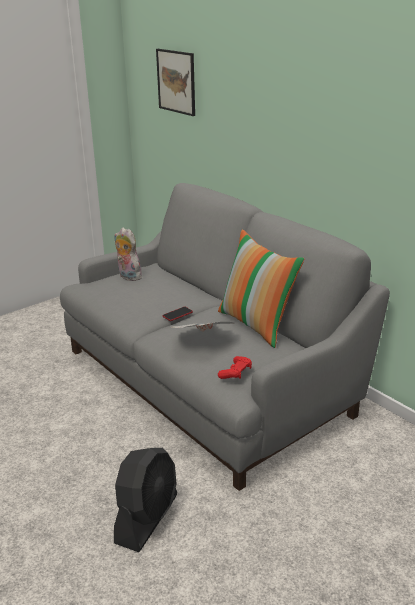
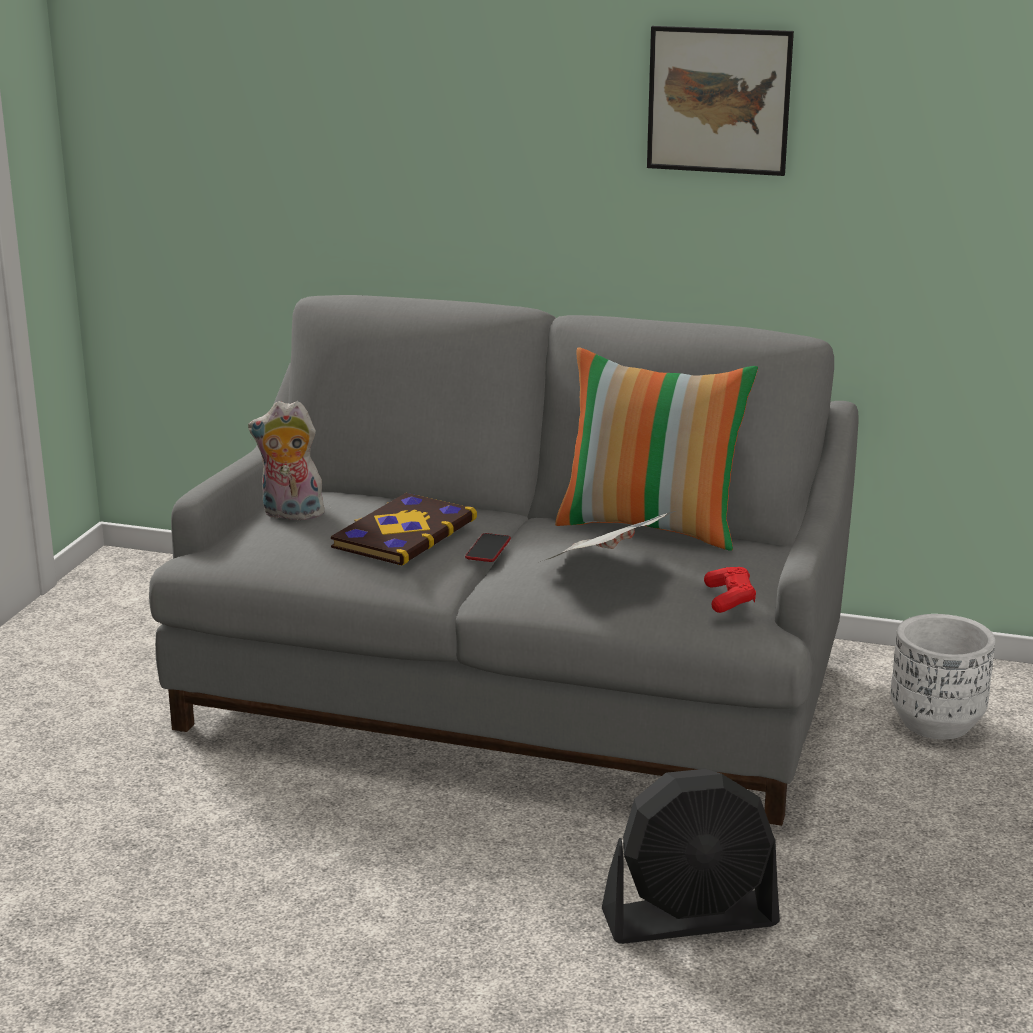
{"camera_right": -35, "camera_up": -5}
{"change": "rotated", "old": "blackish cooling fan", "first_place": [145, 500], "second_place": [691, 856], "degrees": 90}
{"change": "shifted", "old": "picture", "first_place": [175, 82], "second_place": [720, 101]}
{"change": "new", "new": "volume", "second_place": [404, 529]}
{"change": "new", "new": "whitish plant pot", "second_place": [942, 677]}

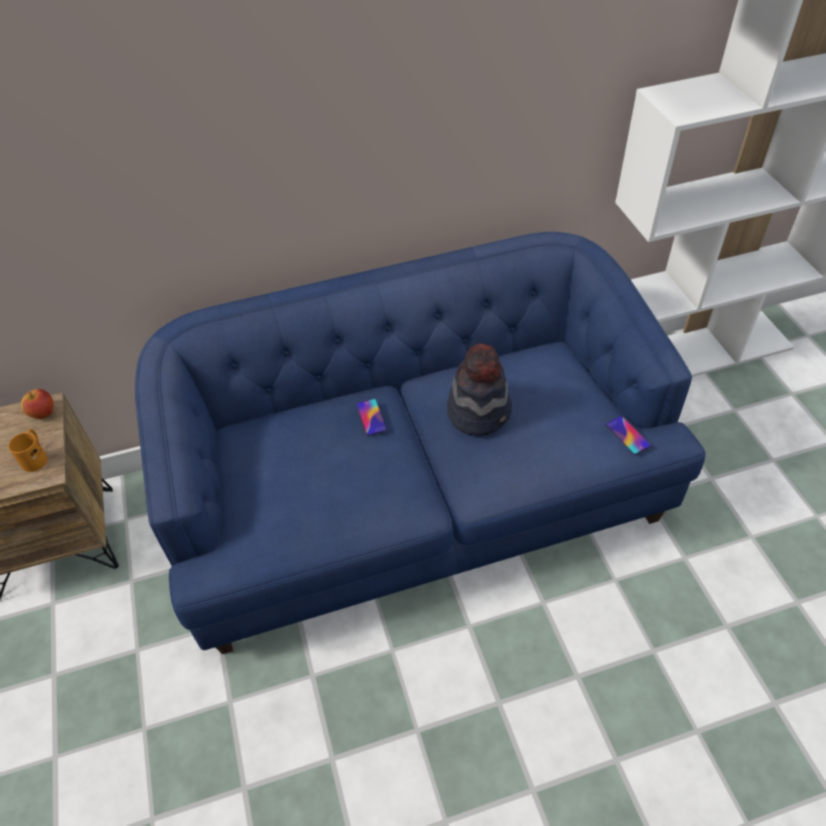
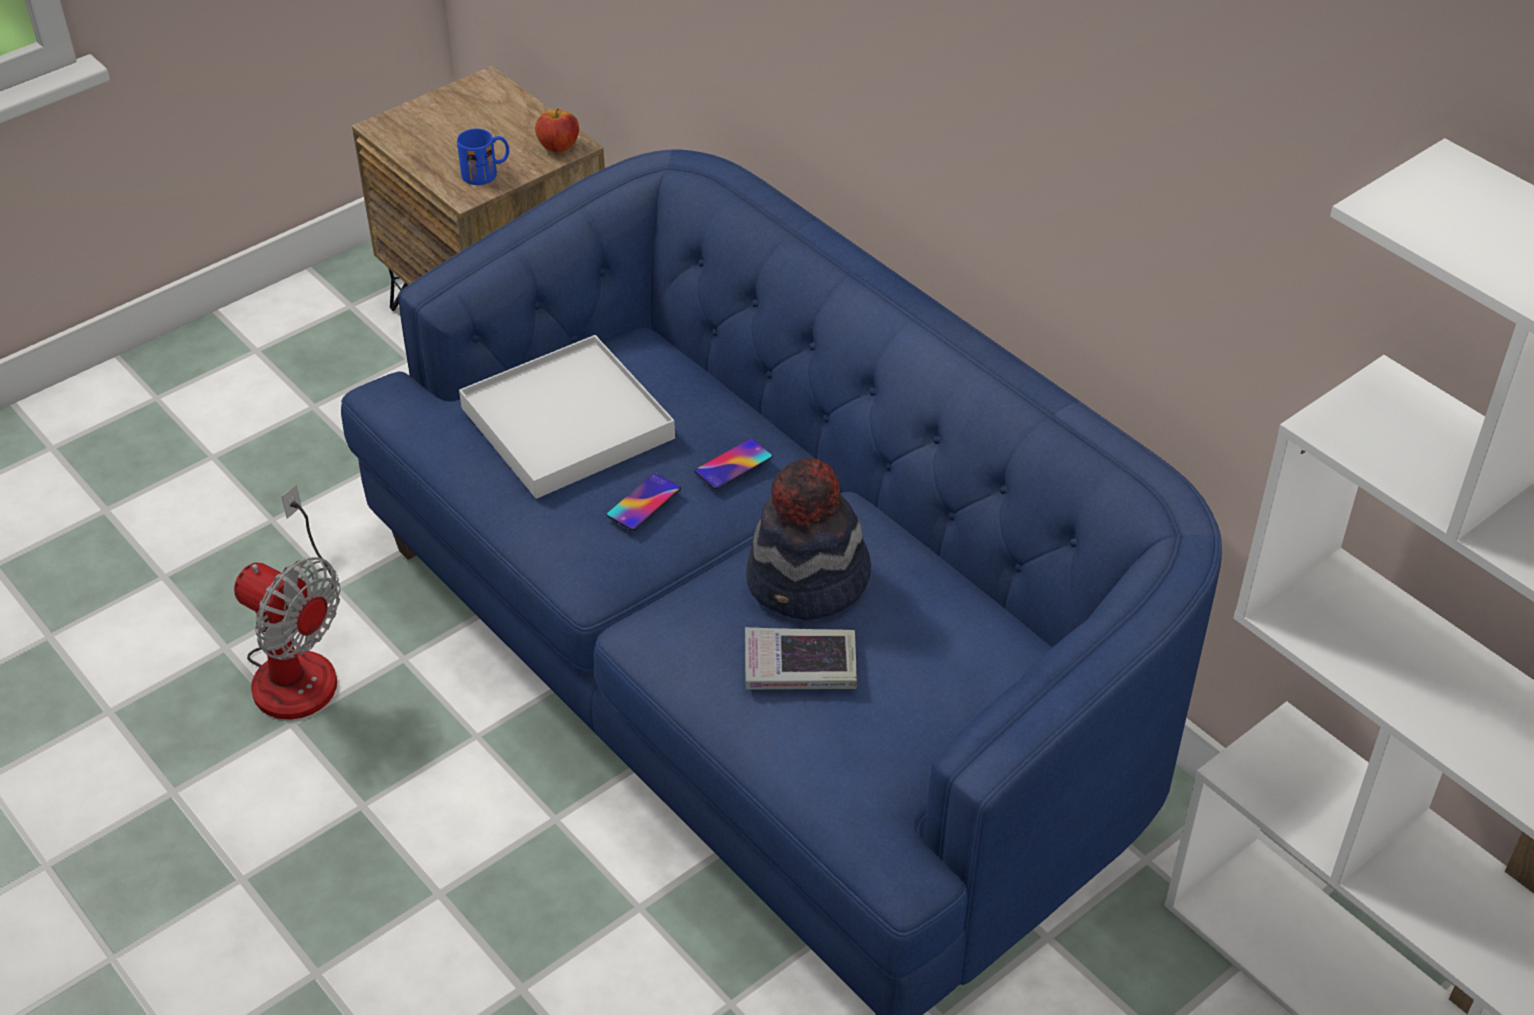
{"camera_right": 65, "camera_up": -5}
{"change": "repainted", "old": "orange-coloured coffee mug", "new": "bluish coffee mug", "first_place": [28, 450], "second_place": [483, 157]}
{"change": "shifted", "old": "phone", "first_place": [628, 435], "second_place": [643, 502]}
{"change": "new", "new": "cooling fan", "second_place": [287, 601]}
{"change": "new", "new": "whitish tray", "second_place": [567, 417]}
{"change": "new", "new": "volume", "second_place": [801, 658]}

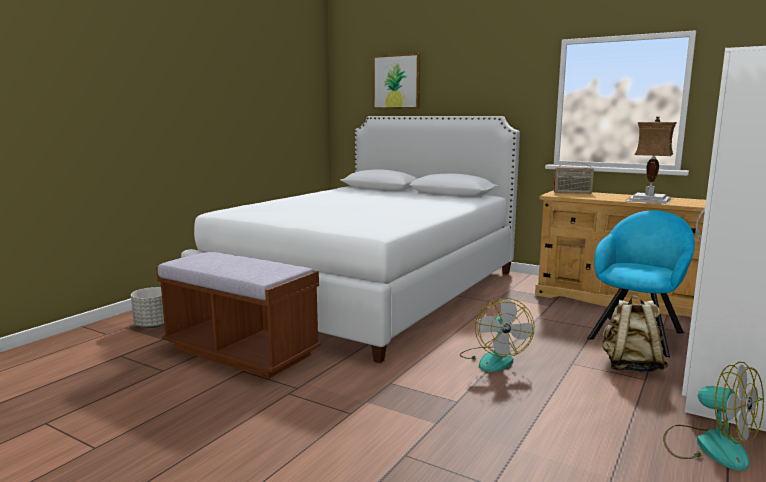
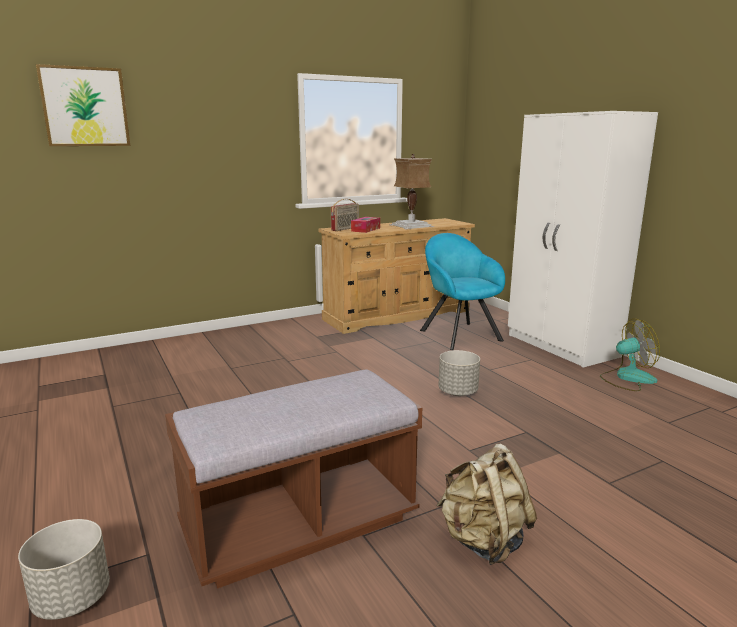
{"camera_right": -60, "camera_up": 5}
{"change": "gone", "old": "whitish sleeping bed", "first_place": [350, 239]}
{"change": "swapped", "old": "cooling fan", "new": "greyish plant pot", "first_place": [497, 335], "second_place": [459, 373]}
{"change": "shifted", "old": "beige rucksack", "first_place": [635, 334], "second_place": [486, 504]}
{"change": "new", "new": "tissue holder", "second_place": [365, 225]}

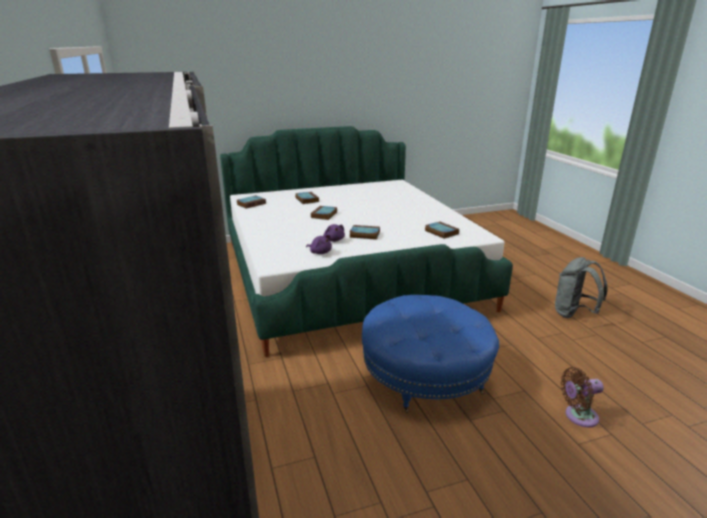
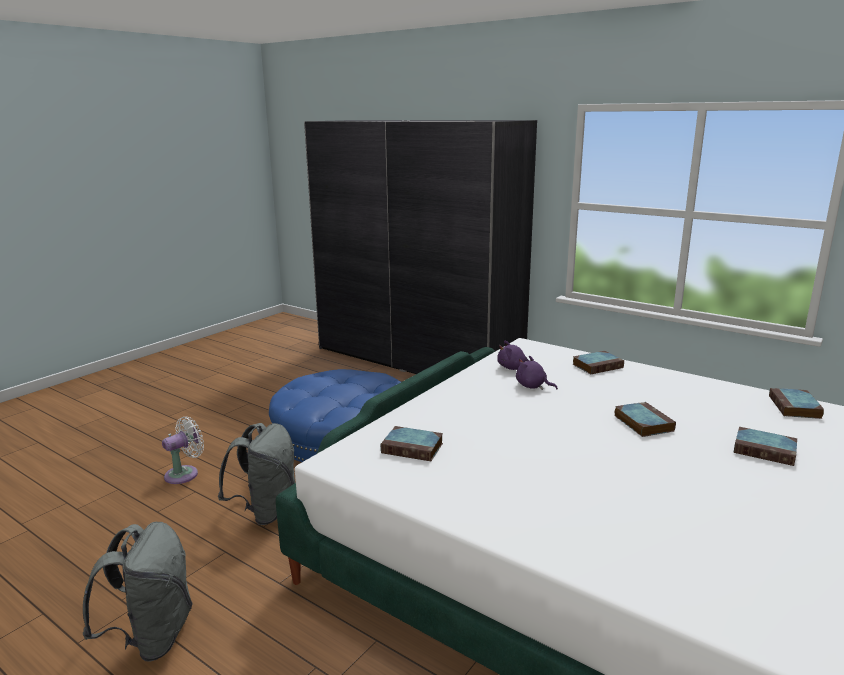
{"camera_right": 145, "camera_up": -5}
{"change": "shifted", "old": "volume", "first_place": [364, 232], "second_place": [598, 363]}
{"change": "repainted", "old": "brown-coloured cooling fan", "new": "whitish cooling fan", "first_place": [582, 397], "second_place": [183, 450]}
{"change": "new", "new": "greyish rucksack", "second_place": [256, 474]}

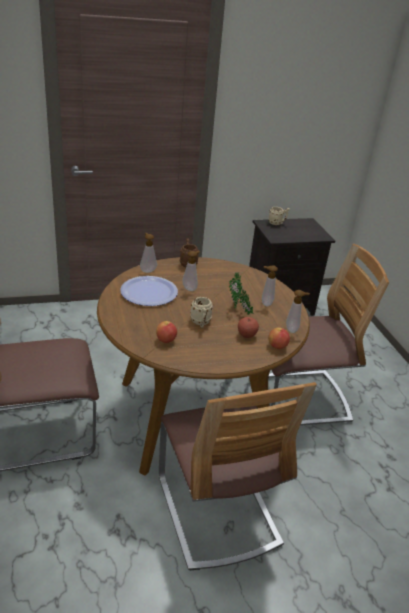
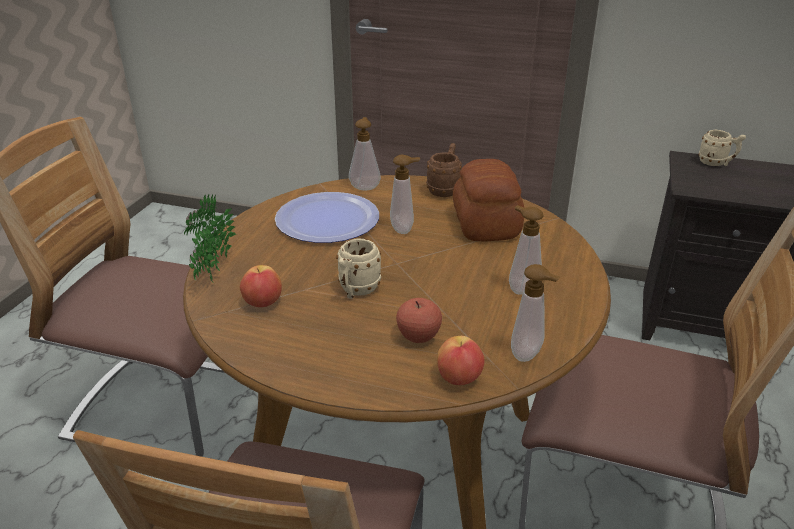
{"camera_right": 35, "camera_up": 0}
{"change": "shifted", "old": "potted plant", "first_place": [241, 293], "second_place": [210, 238]}
{"change": "new", "new": "bakery bread", "second_place": [488, 200]}

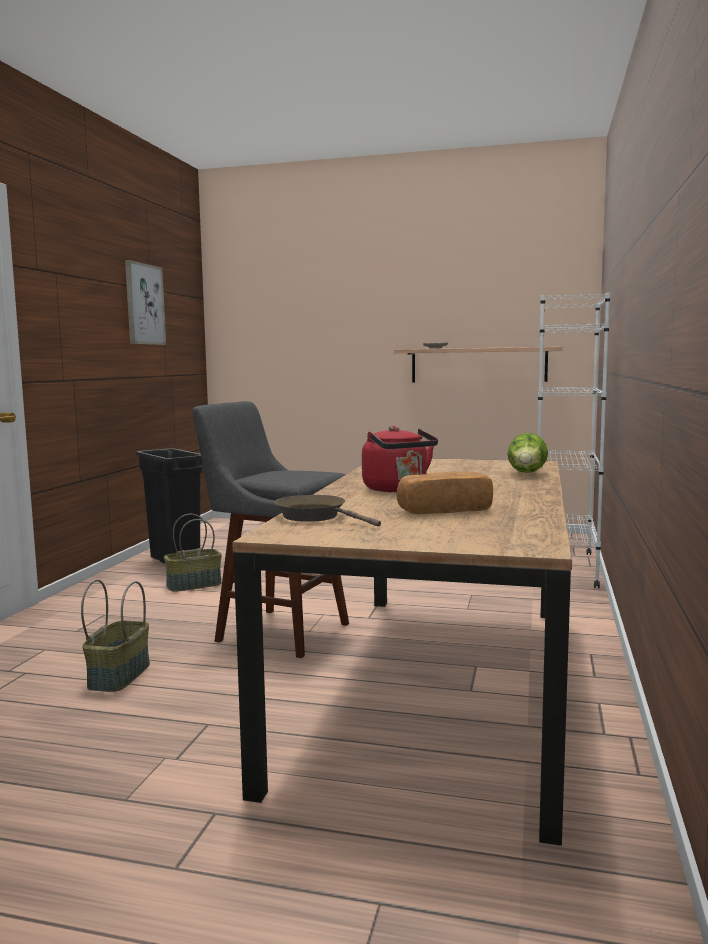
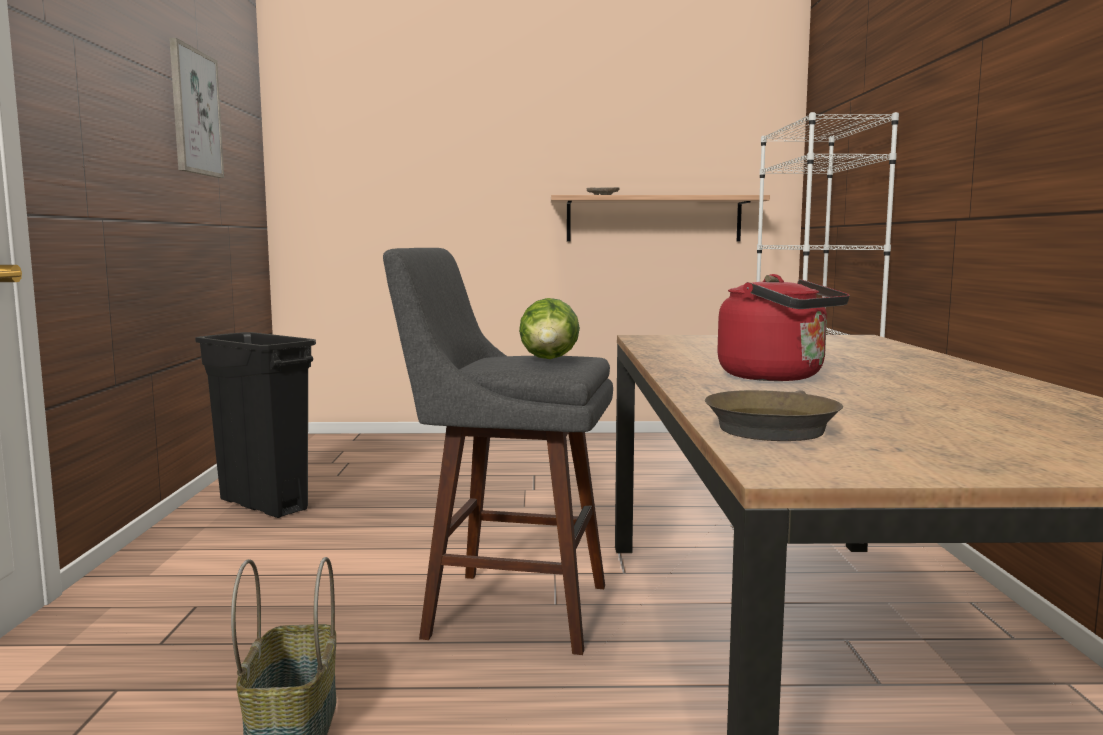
{"camera_right": -15, "camera_up": 0}
{"change": "gone", "old": "household basket", "first_place": [193, 553]}
{"change": "rotated", "old": "brown-coloured skillet", "first_place": [328, 511], "second_place": [774, 415], "degrees": -90}
{"change": "gone", "old": "bakery bread", "first_place": [445, 493]}
{"change": "shifted", "old": "head of lettuce", "first_place": [527, 453], "second_place": [549, 328]}

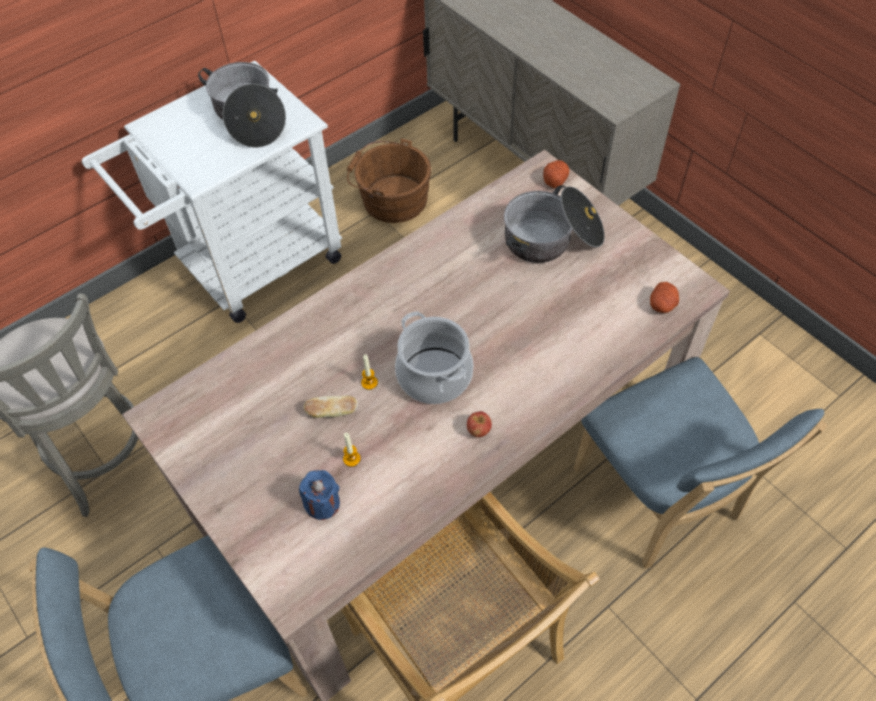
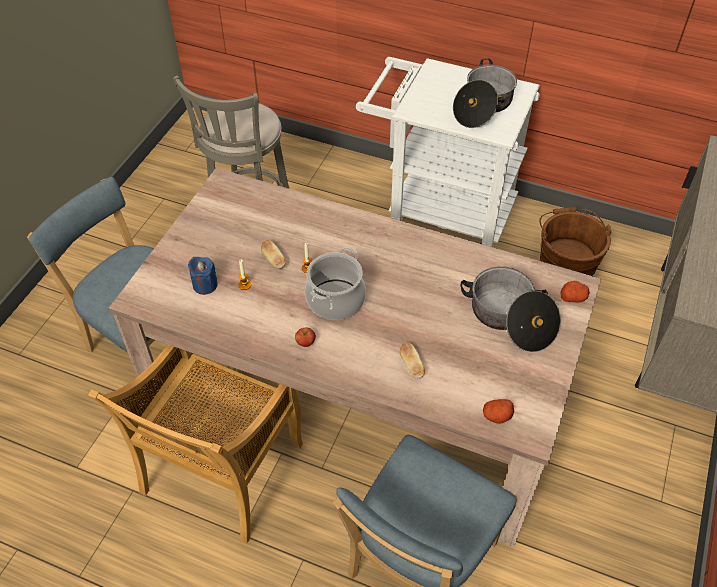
{"camera_right": 60, "camera_up": -5}
{"change": "new", "new": "bakery bread", "second_place": [412, 360]}

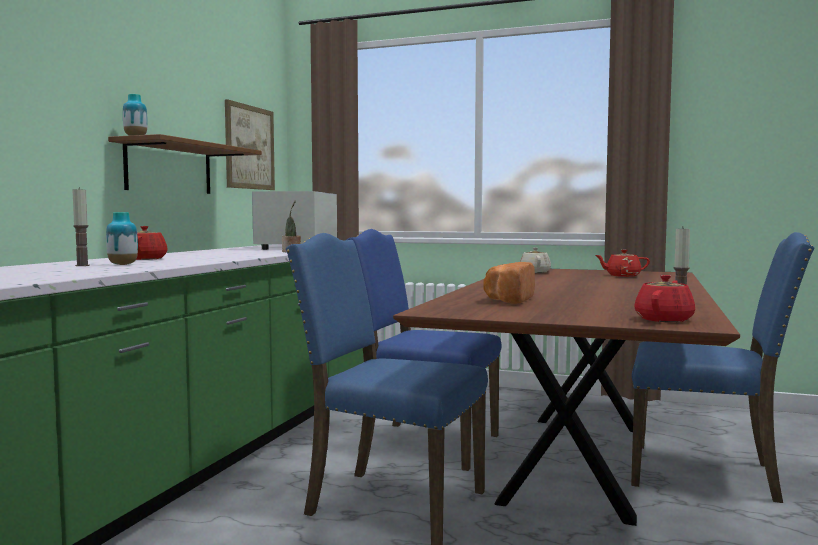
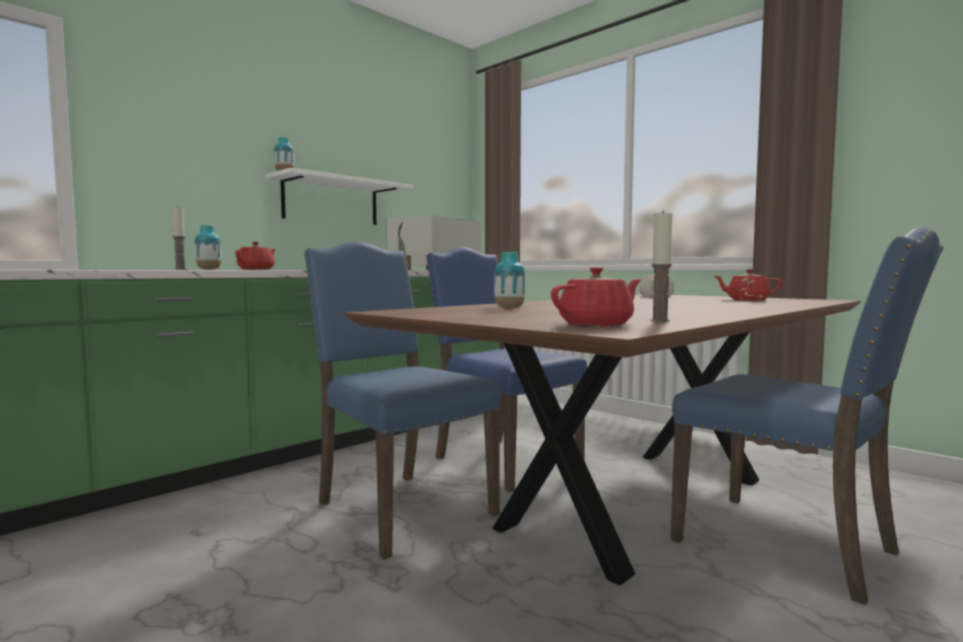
{"camera_right": 25, "camera_up": 0}
{"change": "repainted", "old": "brown-coloured bracket shelf", "new": "whitish bracket shelf", "first_place": [185, 164], "second_place": [339, 196]}
{"change": "gone", "old": "picture", "first_place": [250, 144]}
{"change": "swapped", "old": "bakery bread", "new": "vase", "first_place": [509, 283], "second_place": [509, 280]}

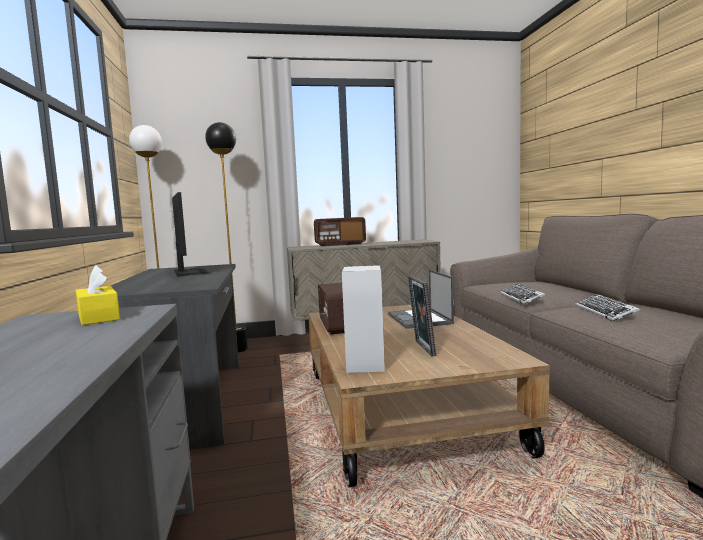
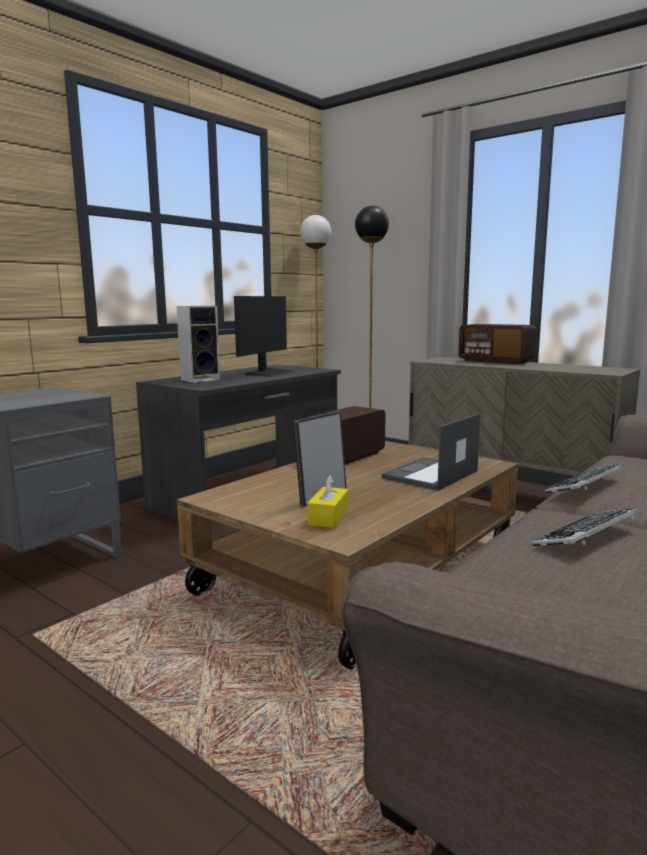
{"camera_right": 50, "camera_up": 5}
{"change": "shifted", "old": "yellow-coloured tissue holder", "first_place": [98, 295], "second_place": [327, 501]}
{"change": "shifted", "old": "speaker", "first_place": [363, 319], "second_place": [198, 344]}

